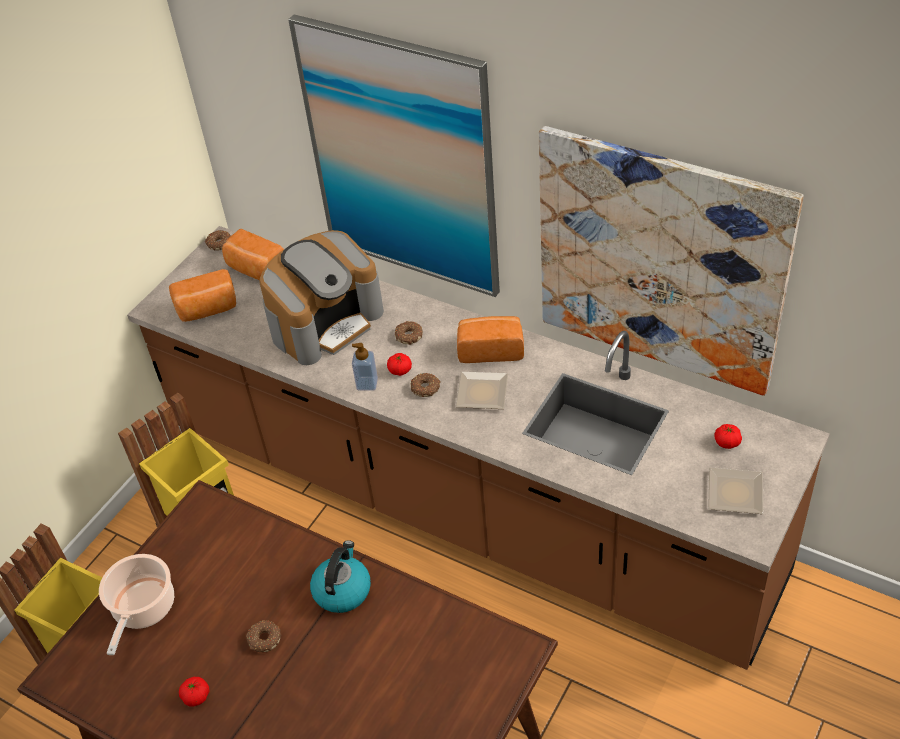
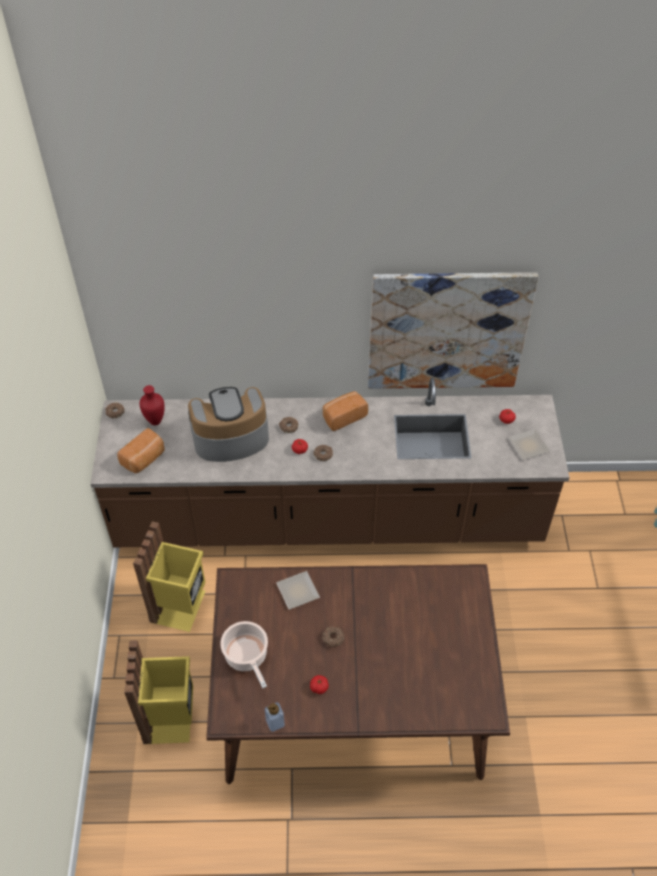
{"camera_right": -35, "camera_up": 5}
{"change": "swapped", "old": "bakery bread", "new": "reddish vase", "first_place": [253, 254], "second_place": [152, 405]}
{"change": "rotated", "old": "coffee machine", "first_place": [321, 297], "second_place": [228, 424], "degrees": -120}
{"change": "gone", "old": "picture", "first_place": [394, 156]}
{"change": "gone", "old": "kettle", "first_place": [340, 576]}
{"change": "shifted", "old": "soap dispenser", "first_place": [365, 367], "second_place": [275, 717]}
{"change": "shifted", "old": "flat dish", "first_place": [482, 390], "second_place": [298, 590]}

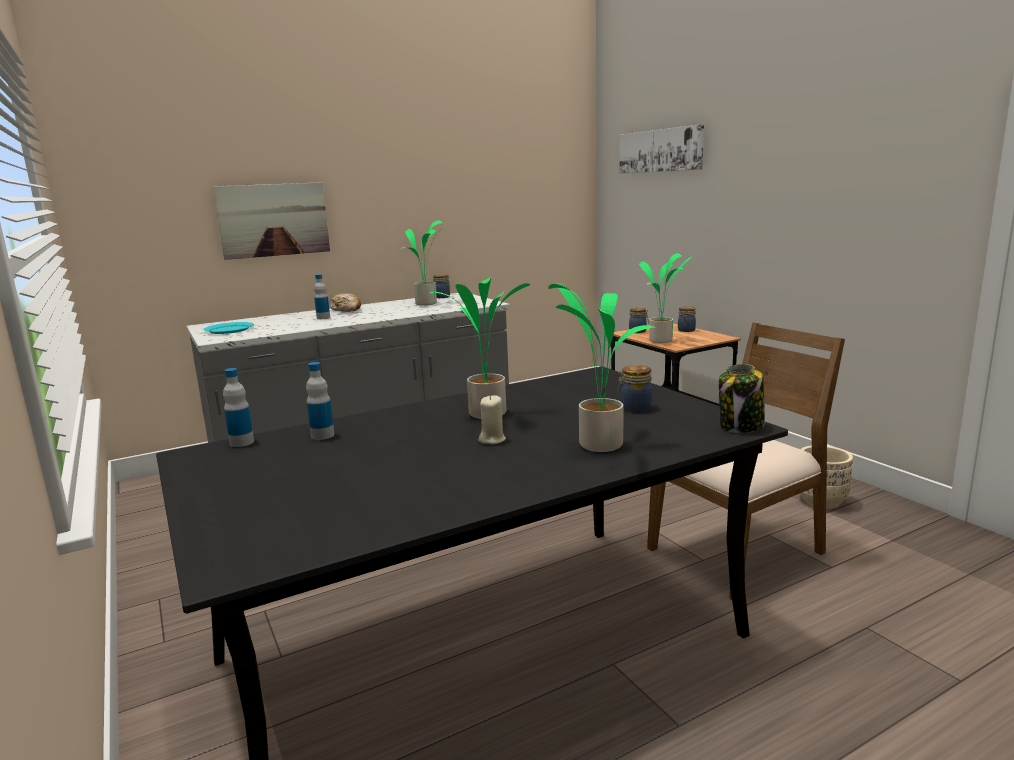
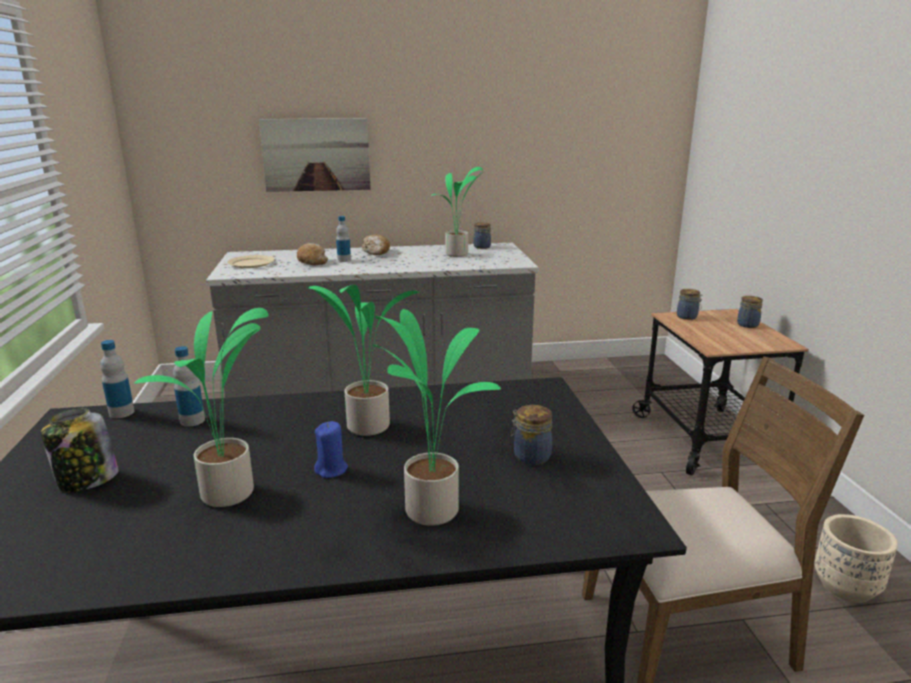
{"camera_right": 20, "camera_up": 5}
{"change": "repainted", "old": "turquoise flat dish", "new": "beige flat dish", "first_place": [229, 328], "second_place": [251, 261]}
{"change": "repainted", "old": "beige wax light", "new": "bluish wax light", "first_place": [492, 419], "second_place": [331, 449]}
{"change": "gone", "old": "picture", "first_place": [661, 149]}
{"change": "shifted", "old": "potted plant", "first_place": [665, 298], "second_place": [201, 407]}
{"change": "shifted", "old": "jar", "first_place": [742, 398], "second_place": [80, 450]}
{"change": "new", "new": "bakery bread", "second_place": [312, 254]}

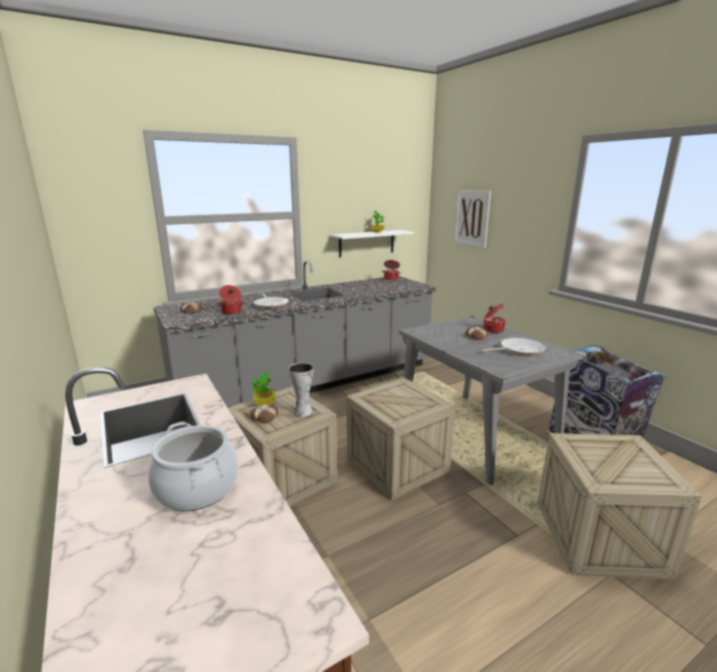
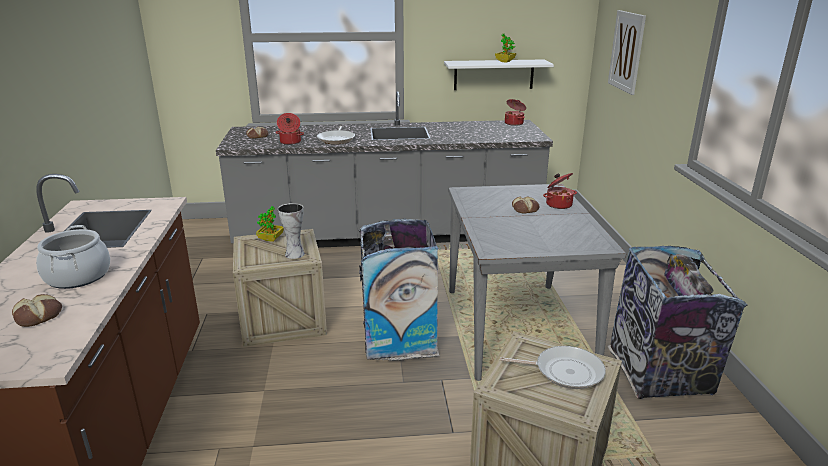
{"camera_right": 25, "camera_up": 5}
{"change": "shifted", "old": "bakery bread", "first_place": [264, 413], "second_place": [37, 310]}
{"change": "swapped", "old": "packing crate", "new": "rubbish bin", "first_place": [401, 439], "second_place": [398, 290]}
{"change": "shifted", "old": "skillet", "first_place": [514, 347], "second_place": [553, 367]}

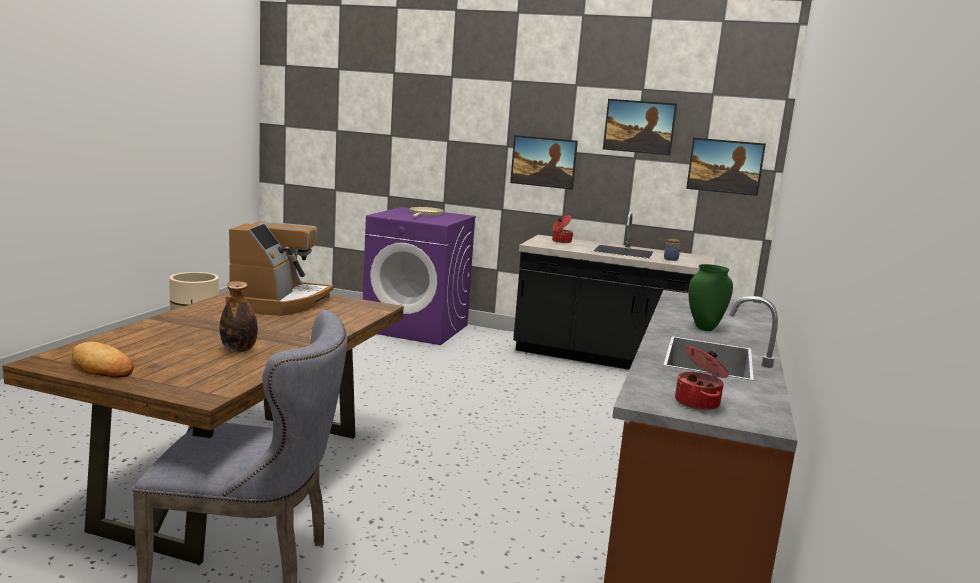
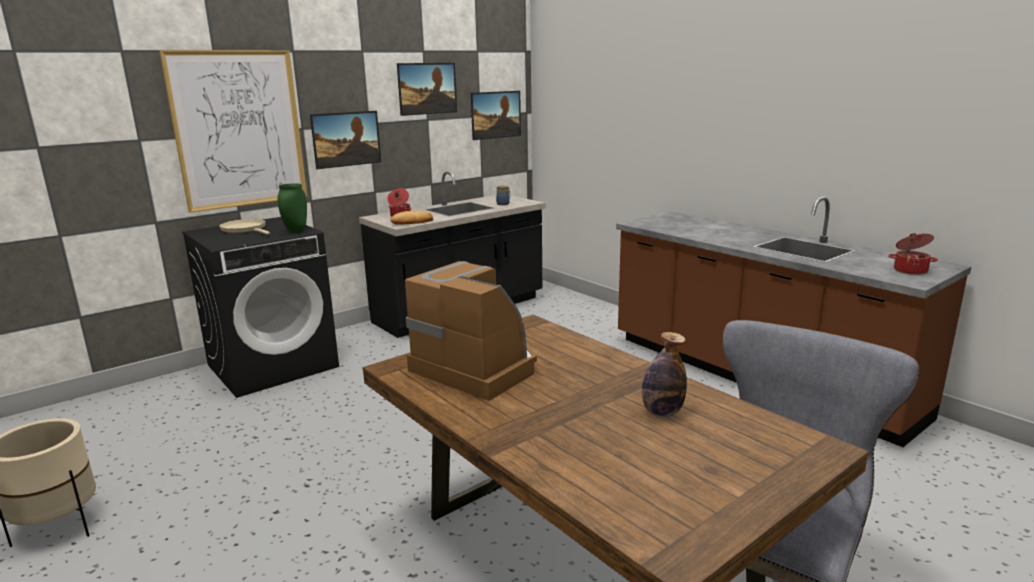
{"camera_right": -55, "camera_up": 5}
{"change": "shifted", "old": "bakery bread", "first_place": [103, 359], "second_place": [411, 218]}
{"change": "repainted", "old": "purplish laundry machine", "new": "blackish laundry machine", "first_place": [419, 276], "second_place": [260, 307]}
{"change": "shifted", "old": "green vase", "first_place": [710, 297], "second_place": [292, 208]}
{"change": "new", "new": "picture", "second_place": [233, 131]}

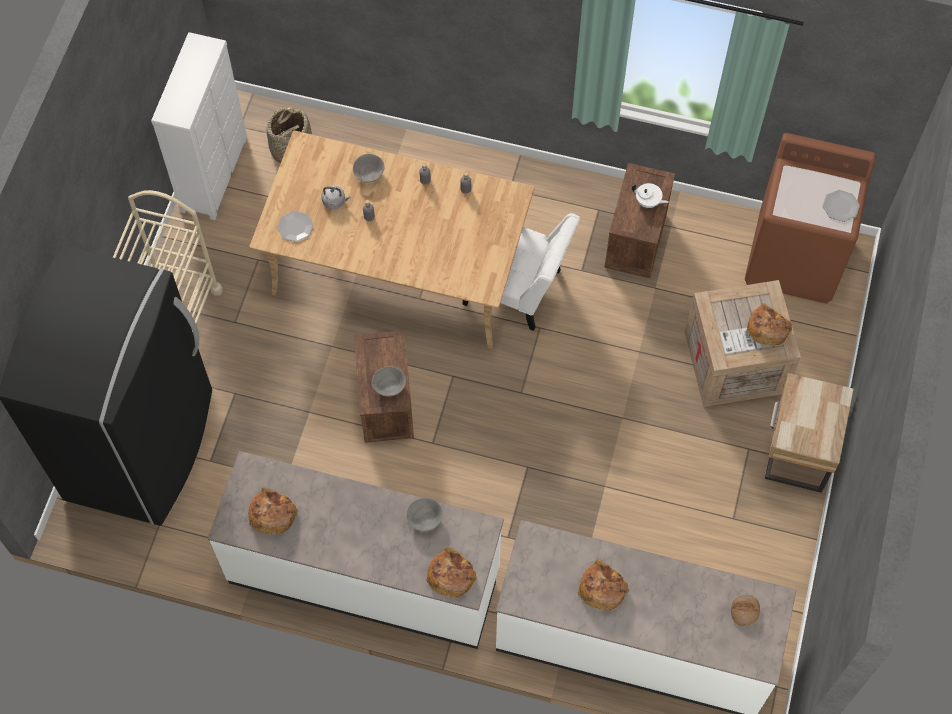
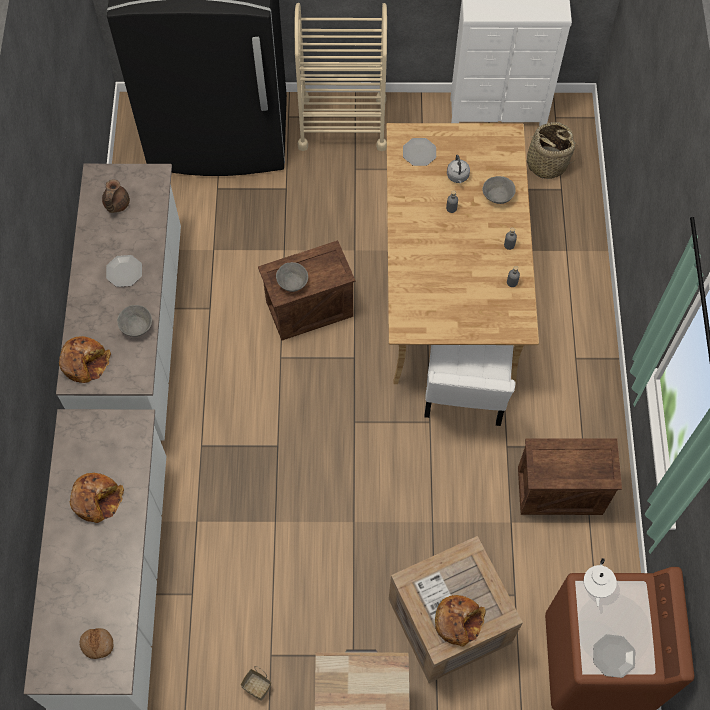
{"camera_right": 75, "camera_up": 0}
{"change": "swapped", "old": "bakery bread", "new": "brown-coloured pot for tea", "first_place": [273, 511], "second_place": [116, 196]}
{"change": "shifted", "old": "whitish pot for tea", "first_place": [650, 195], "second_place": [600, 582]}
{"change": "new", "new": "flat dish", "second_place": [124, 271]}
{"change": "new", "new": "household basket", "second_place": [255, 683]}

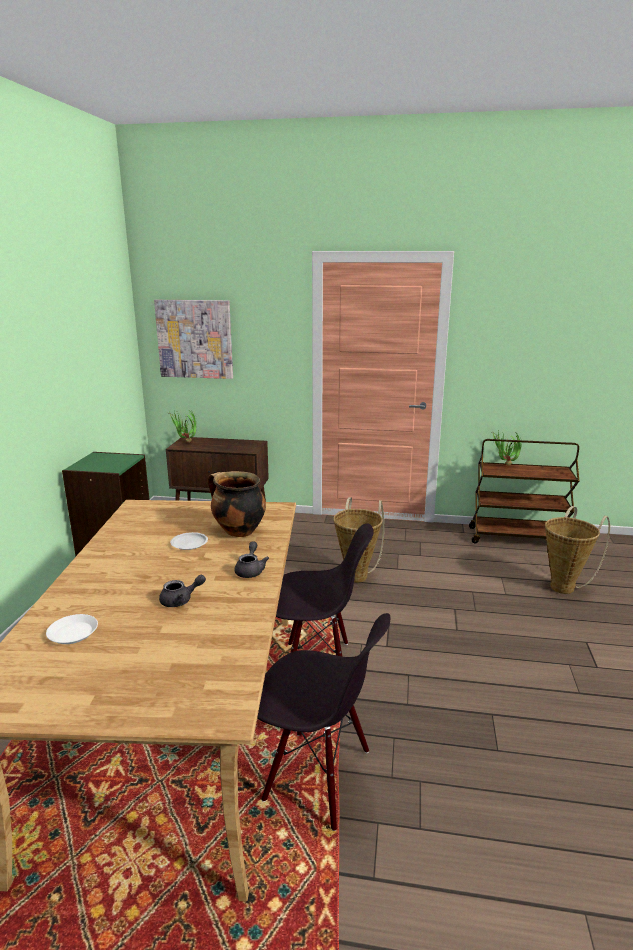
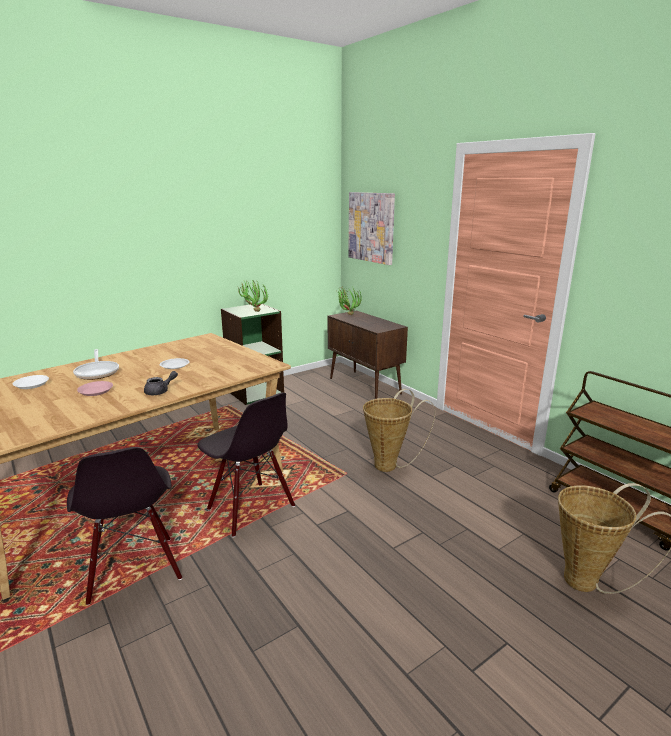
{"camera_right": 45, "camera_up": 0}
{"change": "swapped", "old": "greyish pot for tea", "new": "pink flat dish", "first_place": [182, 591], "second_place": [95, 388]}
{"change": "gone", "old": "saucepot", "first_place": [237, 504]}
{"change": "shifted", "old": "potted plant", "first_place": [507, 448], "second_place": [253, 295]}
{"change": "new", "new": "skillet", "second_place": [96, 364]}

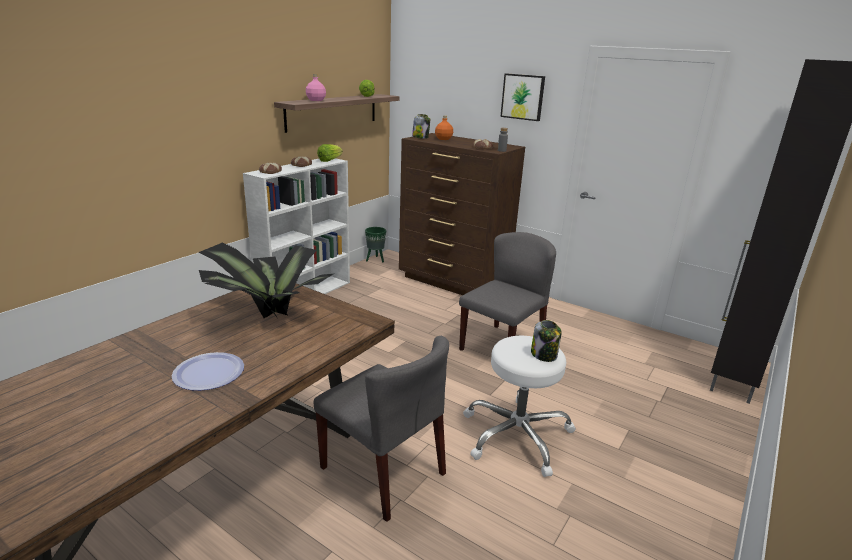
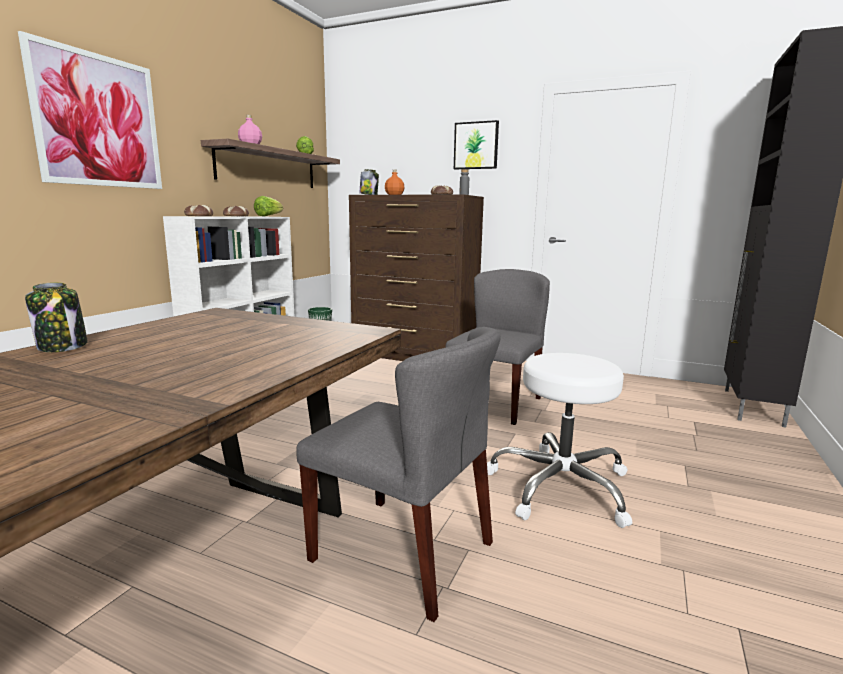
{"camera_right": -10, "camera_up": -10}
{"change": "gone", "old": "flat dish", "first_place": [208, 371]}
{"change": "gone", "old": "potted plant", "first_place": [266, 280]}
{"change": "shifted", "old": "jar", "first_place": [546, 341], "second_place": [56, 317]}
{"change": "new", "new": "picture", "second_place": [90, 110]}

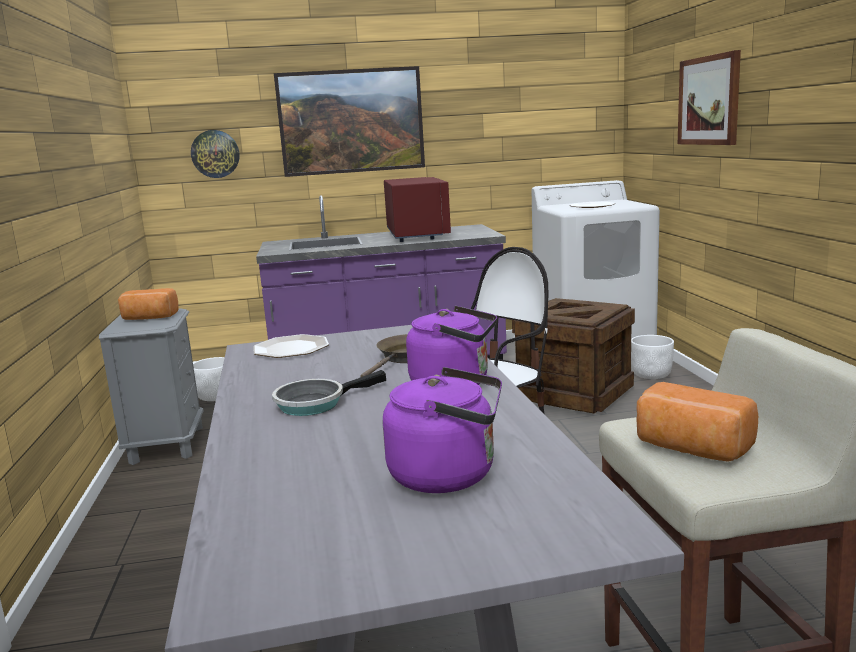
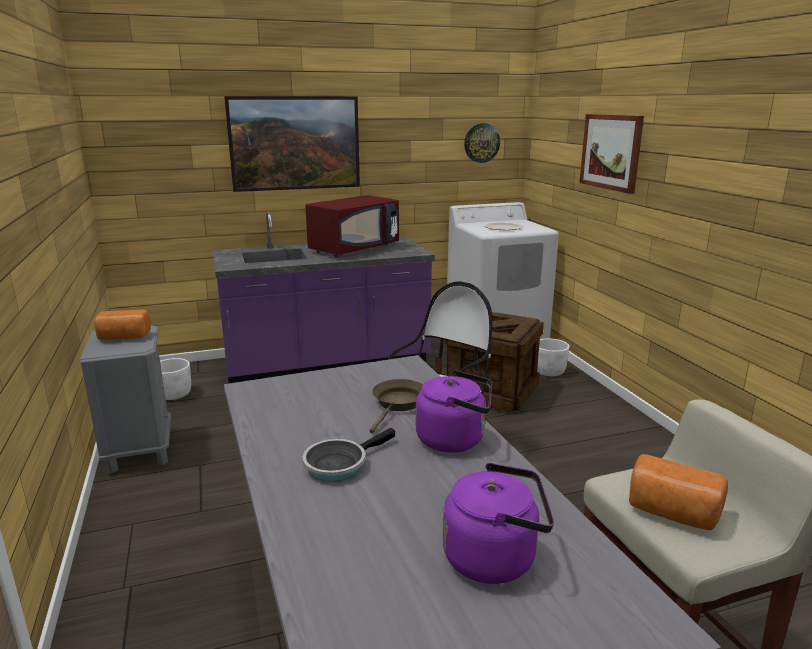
{"camera_right": -10, "camera_up": 5}
{"change": "shifted", "old": "clock on the wall", "first_place": [215, 154], "second_place": [482, 143]}
{"change": "gone", "old": "flat dish", "first_place": [291, 346]}
{"change": "rotated", "old": "reddish microwave oven", "first_place": [417, 209], "second_place": [352, 226], "degrees": 60}

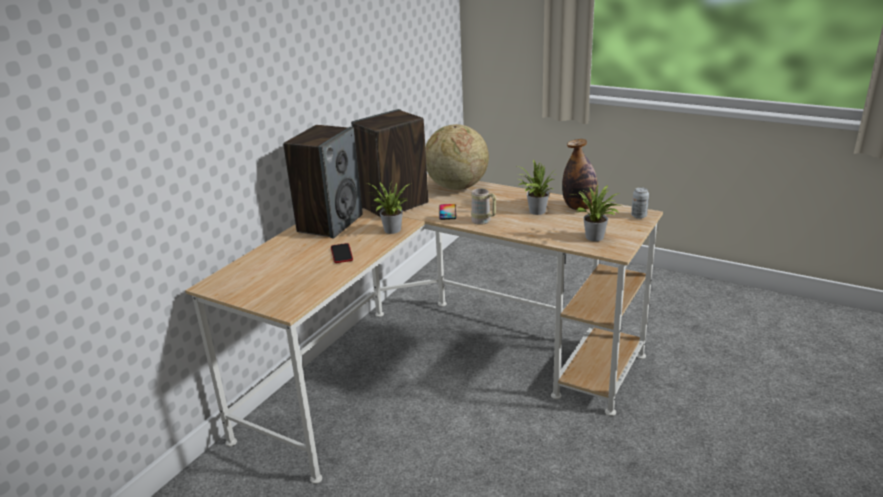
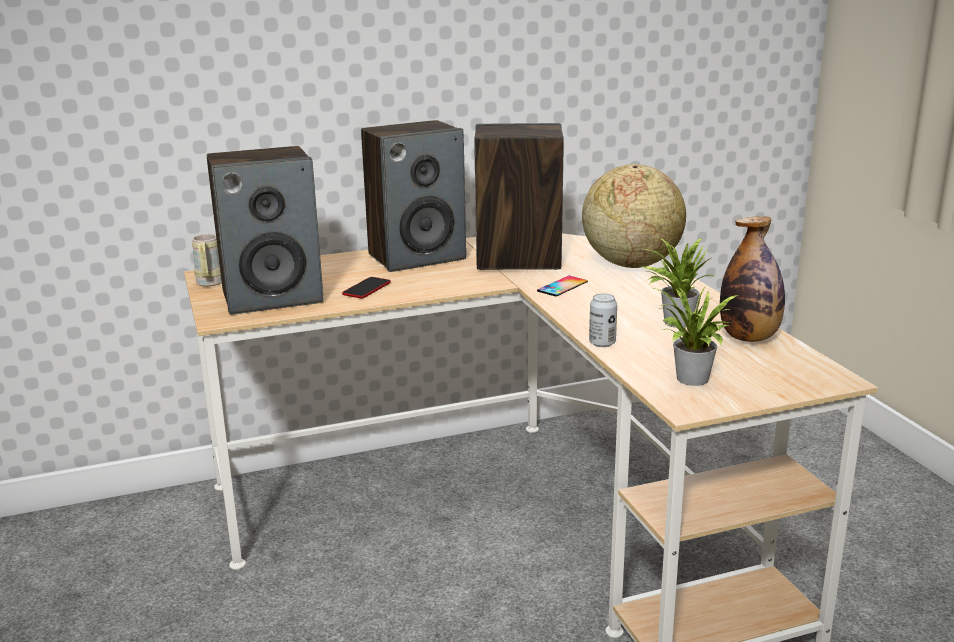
{"camera_right": 40, "camera_up": -5}
{"change": "gone", "old": "potted plant", "first_place": [388, 207]}
{"change": "shifted", "old": "beige coffee mug", "first_place": [483, 206], "second_place": [207, 260]}
{"change": "shifted", "old": "can", "first_place": [640, 203], "second_place": [603, 320]}
{"change": "new", "new": "speaker", "second_place": [265, 230]}

